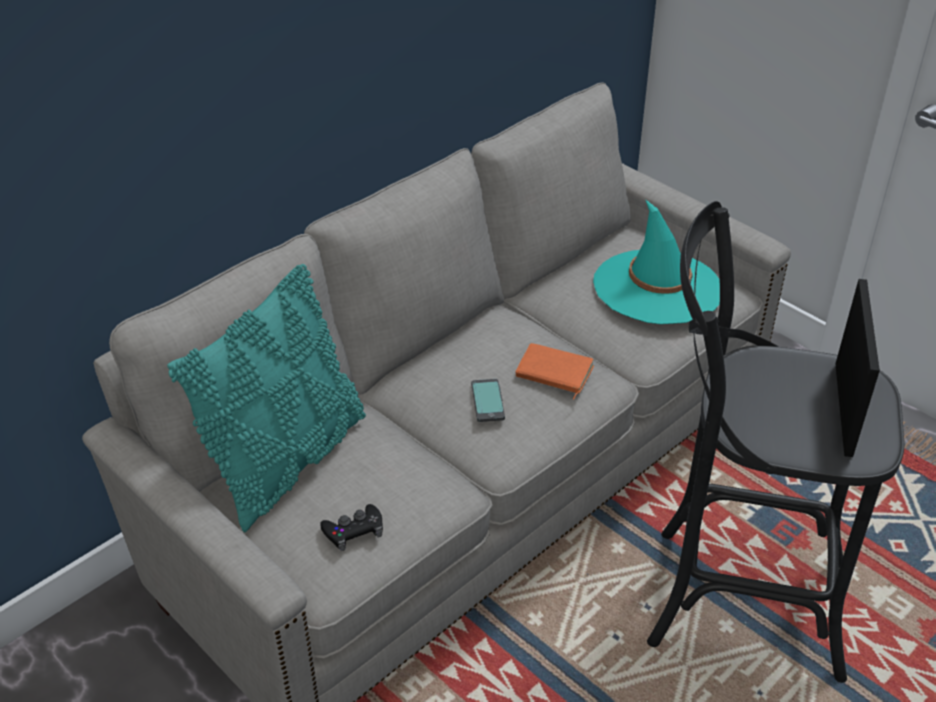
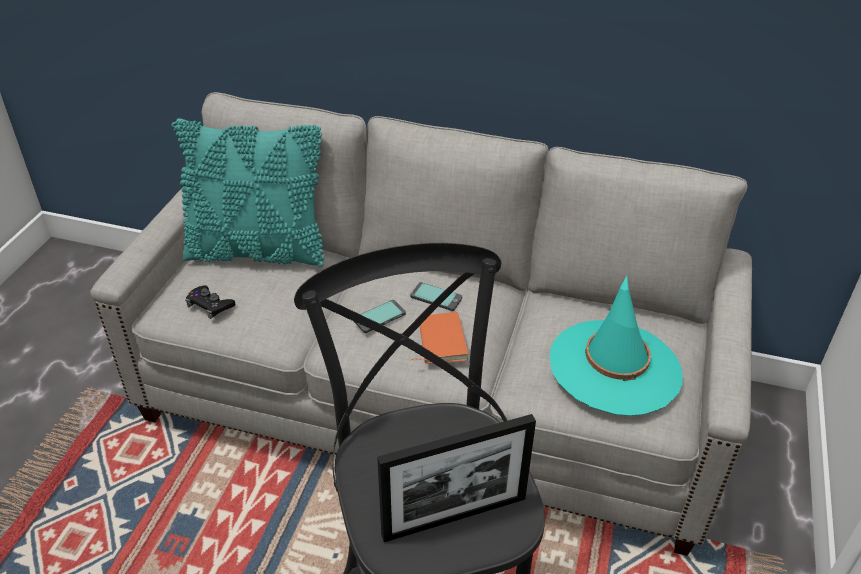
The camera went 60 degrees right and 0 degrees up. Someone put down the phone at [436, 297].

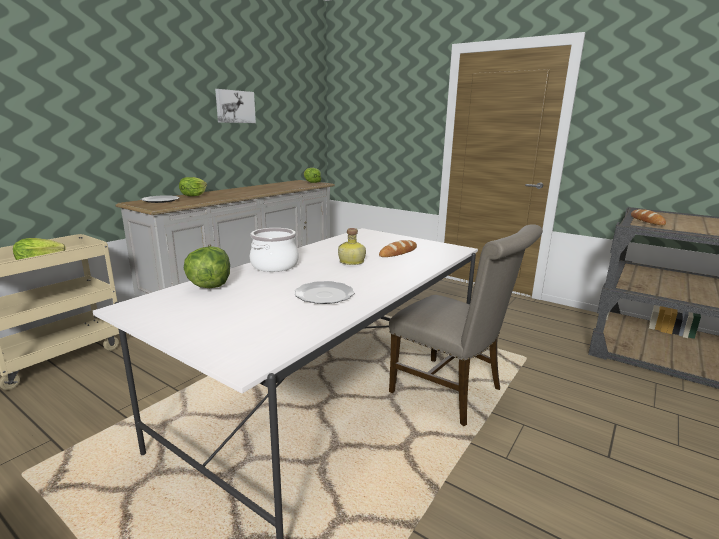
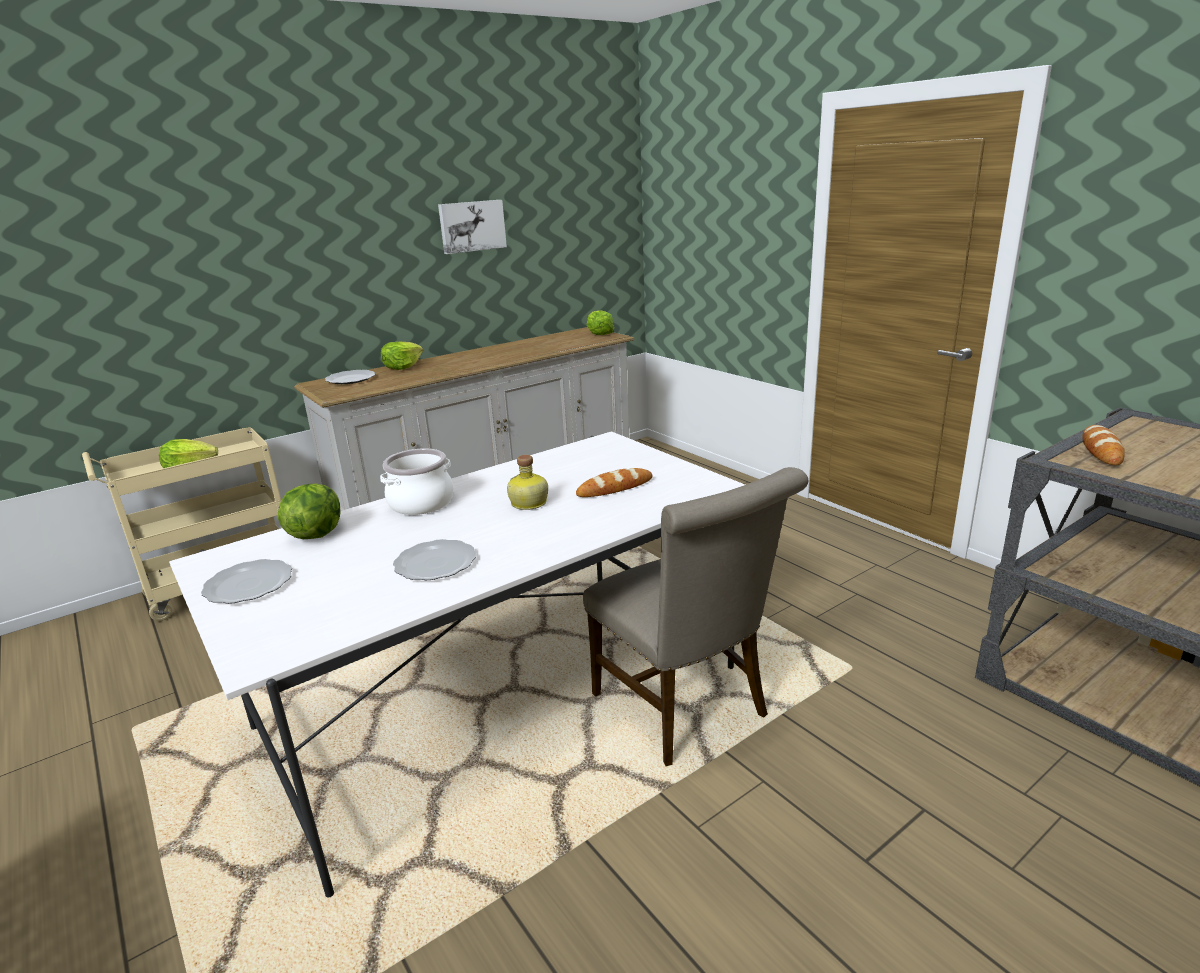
The camera went 20 degrees right and 5 degrees up. Someone put down the plate at [250, 584].

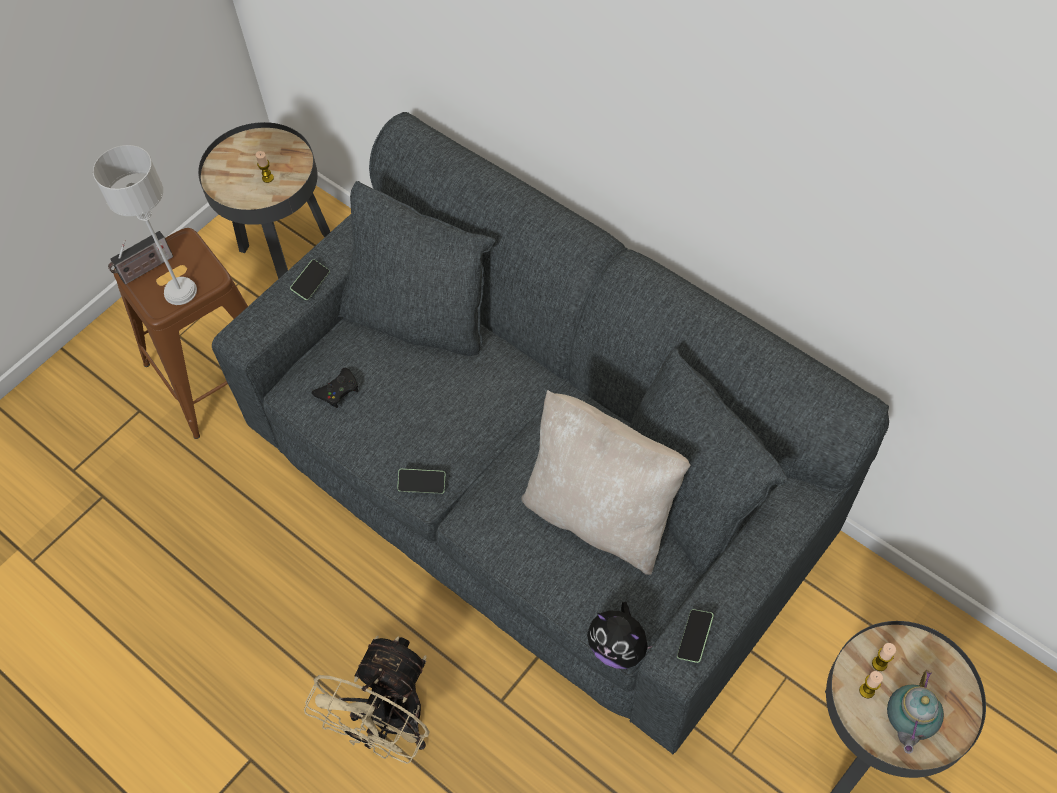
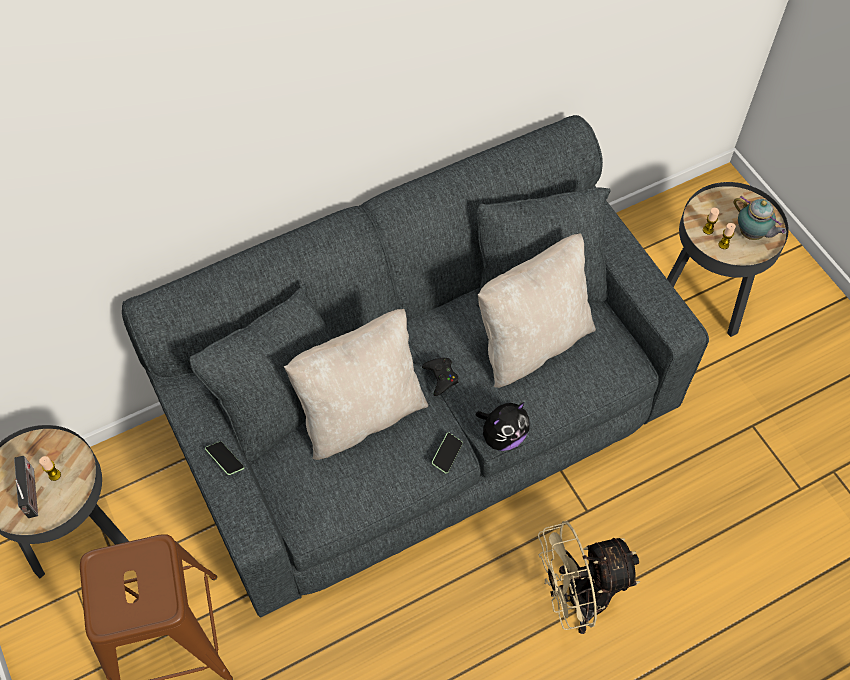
The camera went 70 degrees left and 0 degrees up. Someone carried the radio from [145, 269] to [32, 495]. Someone put down the beige pillow at [361, 413]. Someone carried the black game controller from [338, 390] to [441, 377]. Someone carried the plush toy from [618, 647] to [502, 436]. Someone rotated the beige fan at [390, 725] by 120 degrees clockwise. Someone took away the grey table lamp at [180, 292]. Someone took away the phone at [694, 638].

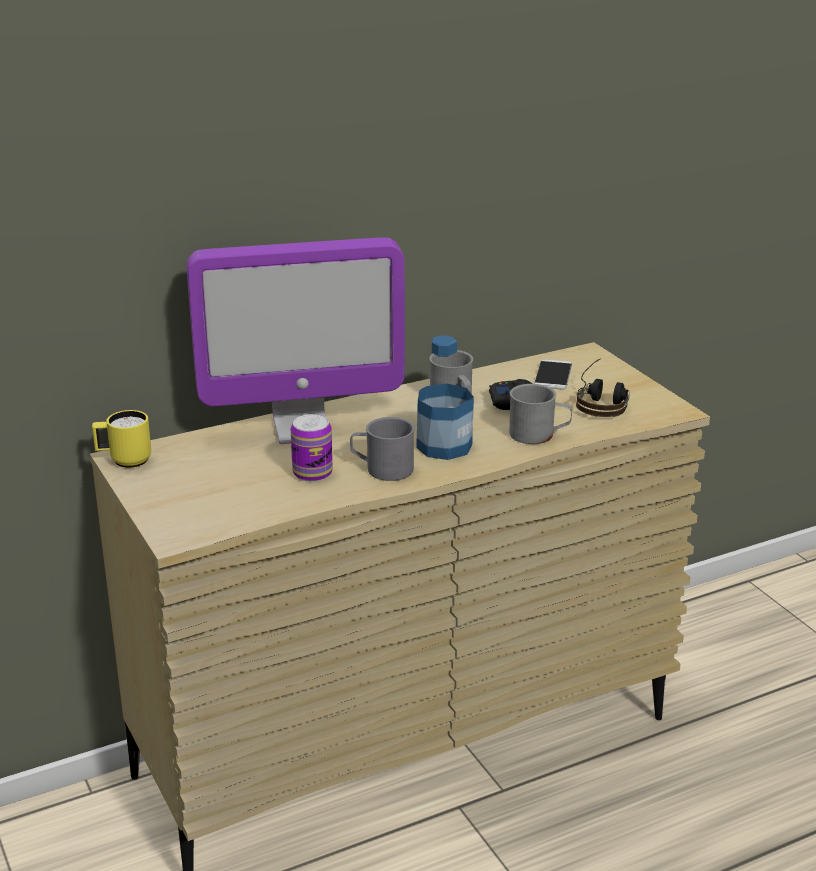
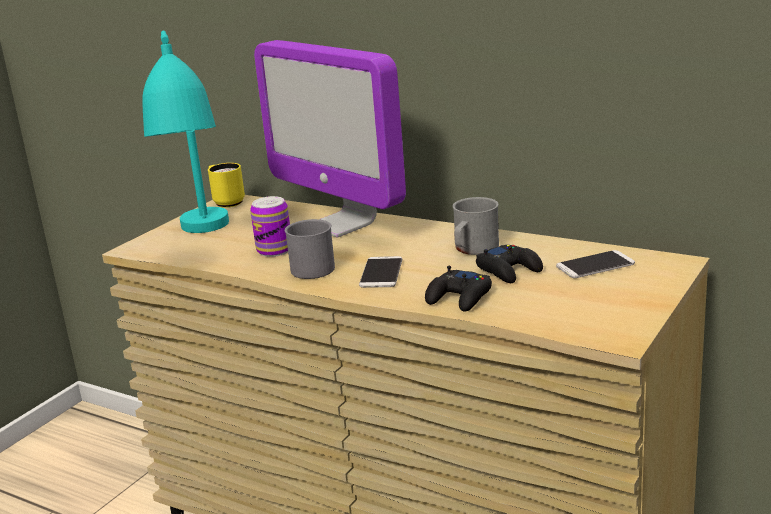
The camera went 60 degrees right and 5 degrees down. Someone put down the turquoise table lamp at [203, 243]. Someone swapped the bottle at [444, 446] for the phone at [381, 273]. Someone swapped the grey mug at [539, 434] for the black game controller at [459, 298]. Someone took away the headphones at [602, 401].

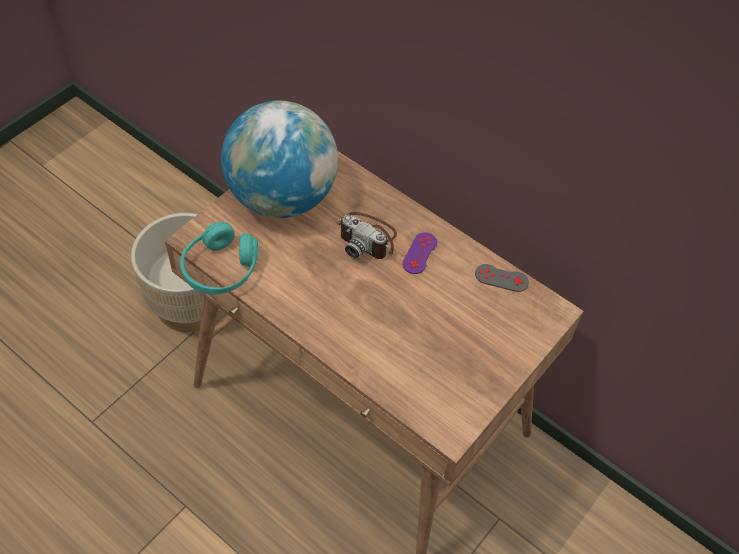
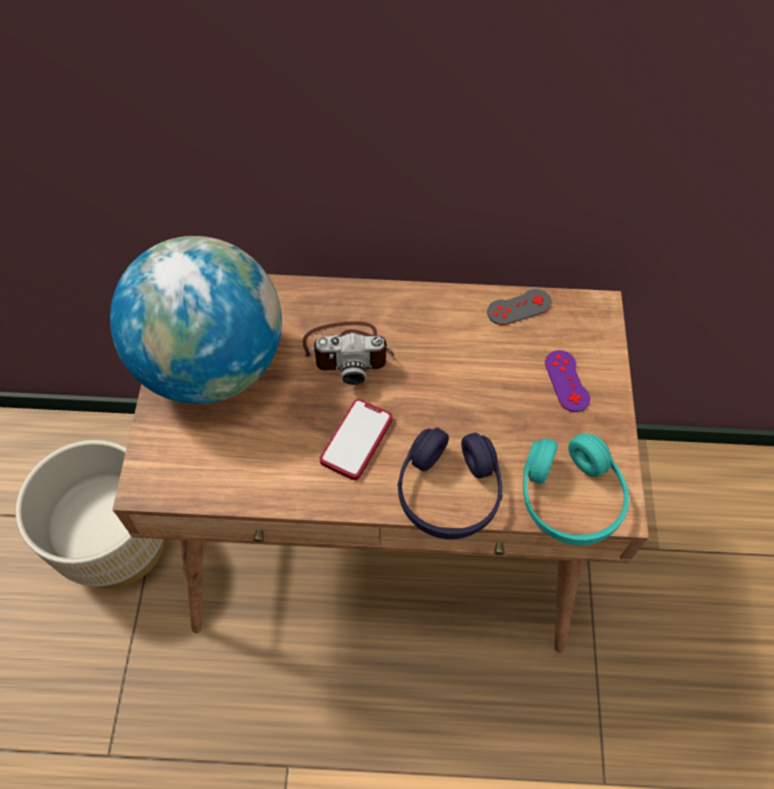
The camera went 35 degrees left and 5 degrees up. Someone put down the phone at [356, 440]. Someone put down the purple headphones at [448, 492]. Someone carried the turquoise headphones from [220, 269] to [569, 497]. Someone carried the purple game controller from [420, 253] to [567, 381].

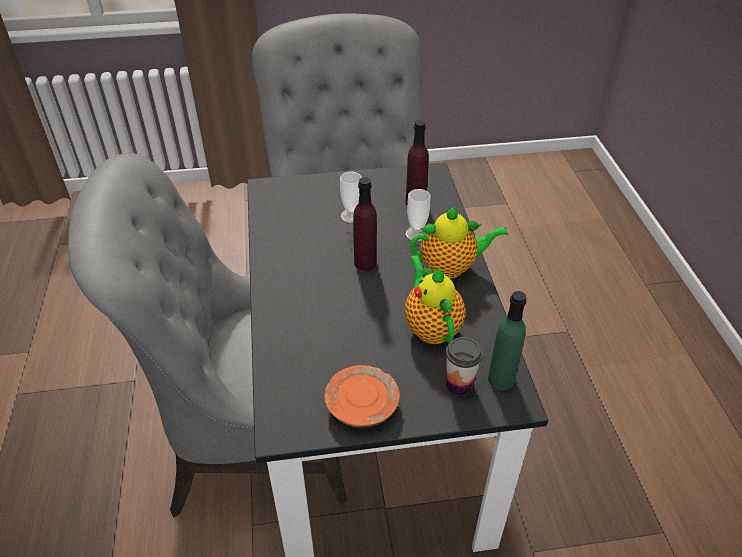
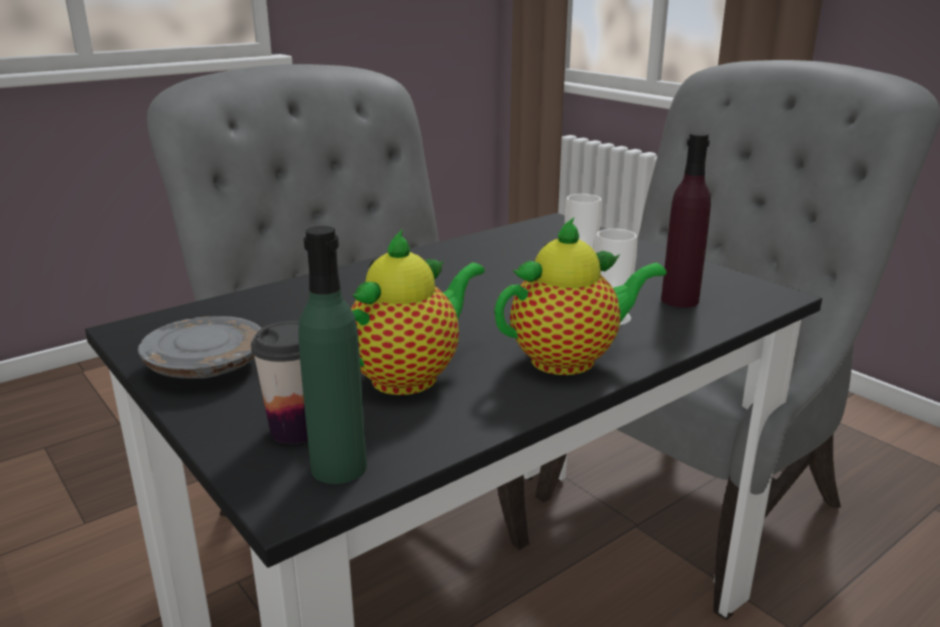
The camera went 60 degrees right and 20 degrees down. Someone repainted the orange plate at [361, 404], which became the grey plate at [206, 365]. Someone rotated the teapot at [451, 267] by 75 degrees counterclockwise. Someone took away the purple bottle at [365, 263].

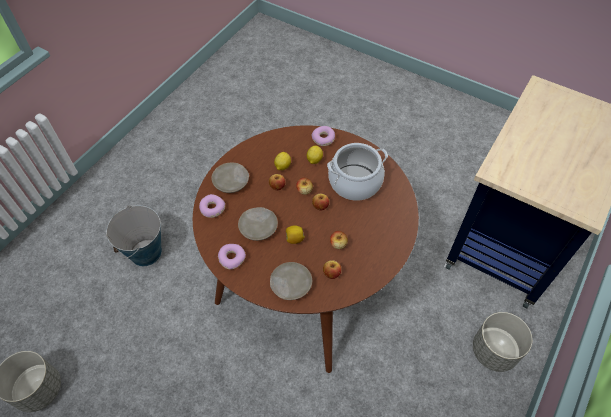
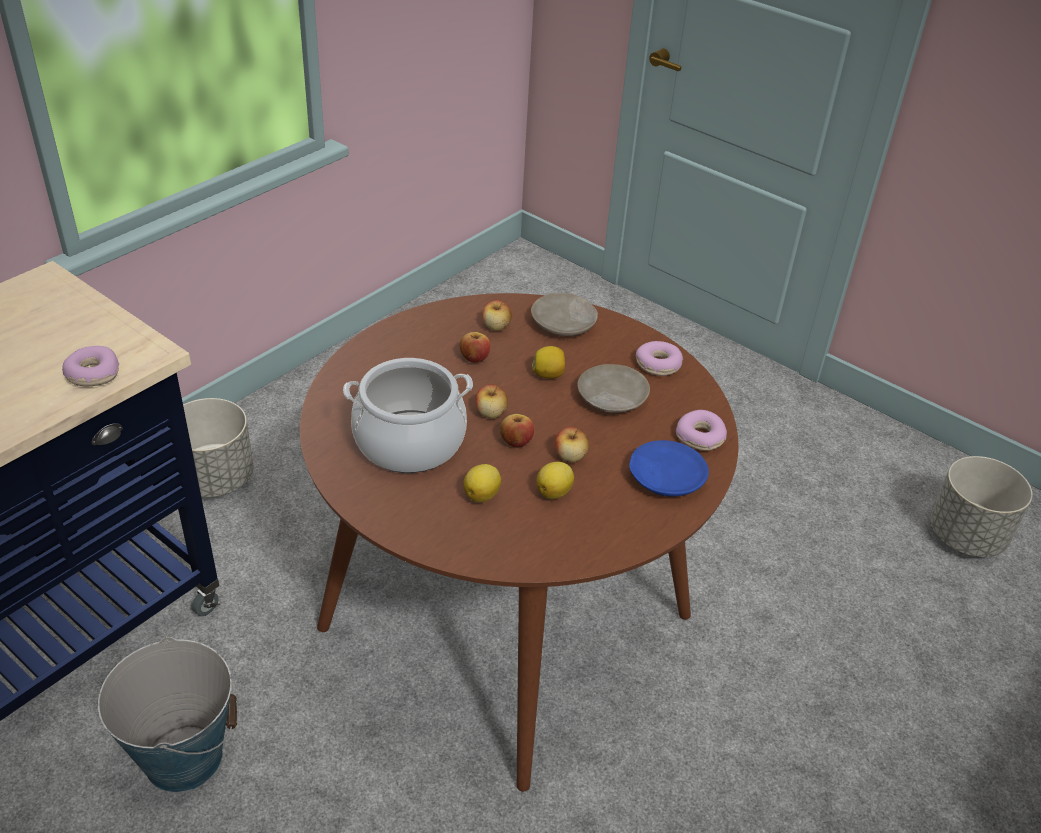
The camera went 175 degrees left and 15 degrees down. Someone carried the donut from [323, 139] to [92, 374]. Someone carried the bucket from [146, 252] to [184, 757]. Someone repainted the beige plate at [231, 182], which became the blue plate at [665, 478].

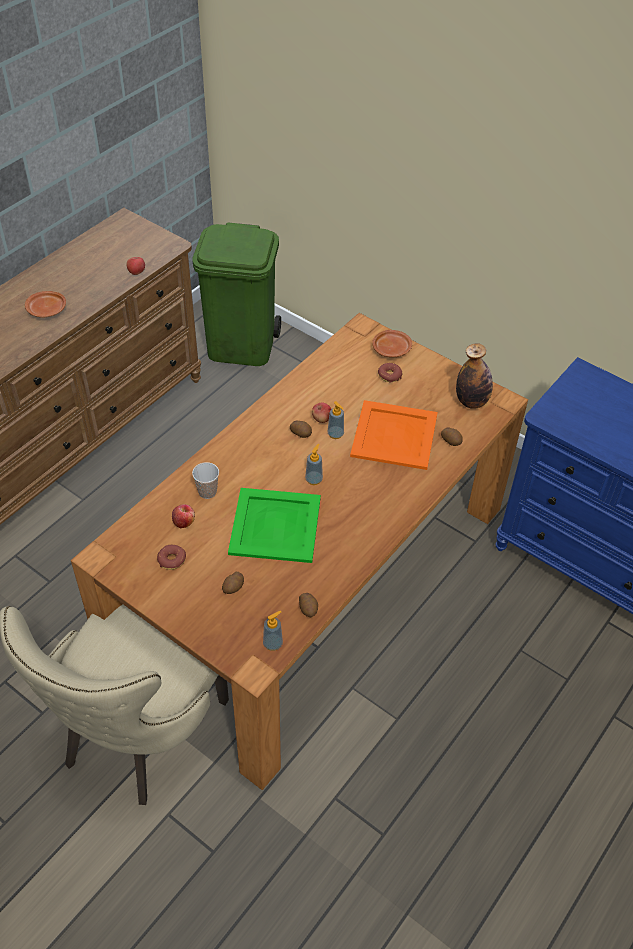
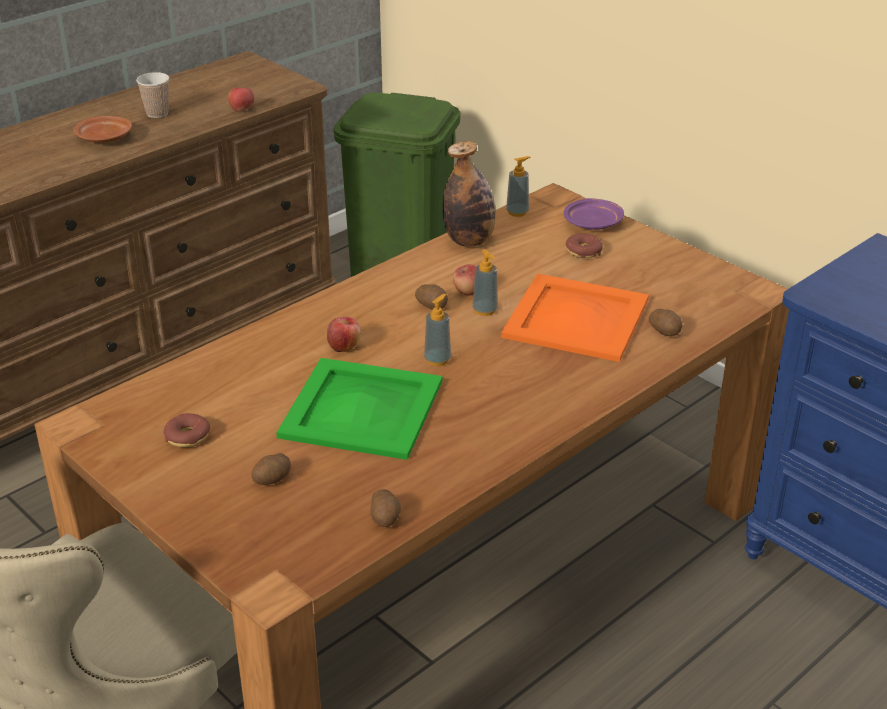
The camera went 10 degrees right and 15 degrees down. Someone carried the cup from [207, 492] to [157, 113]. Someone carried the apple from [184, 522] to [344, 346]. Someone carried the bottle from [471, 401] to [469, 241]. Someone carried the soap dispenser from [273, 643] to [517, 212]. Someone repainted the brown plate at [391, 349], which became the purple plate at [593, 223].

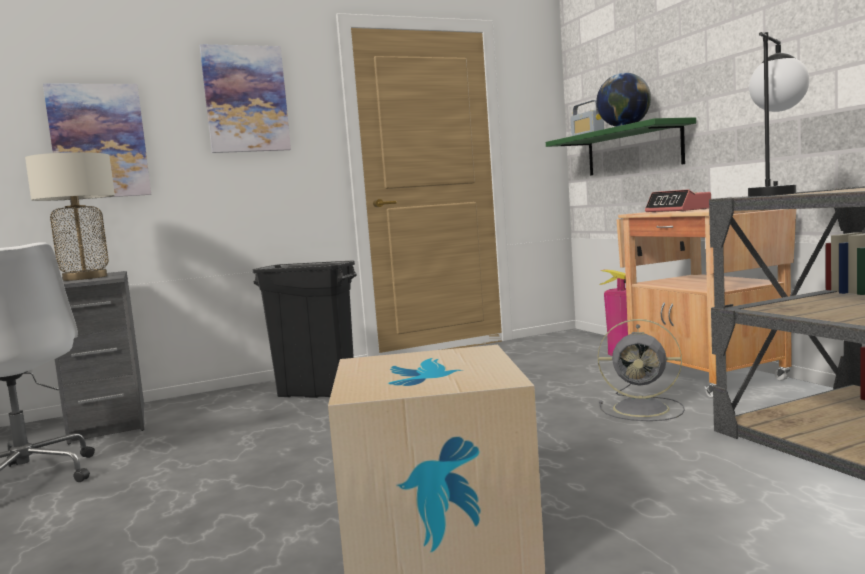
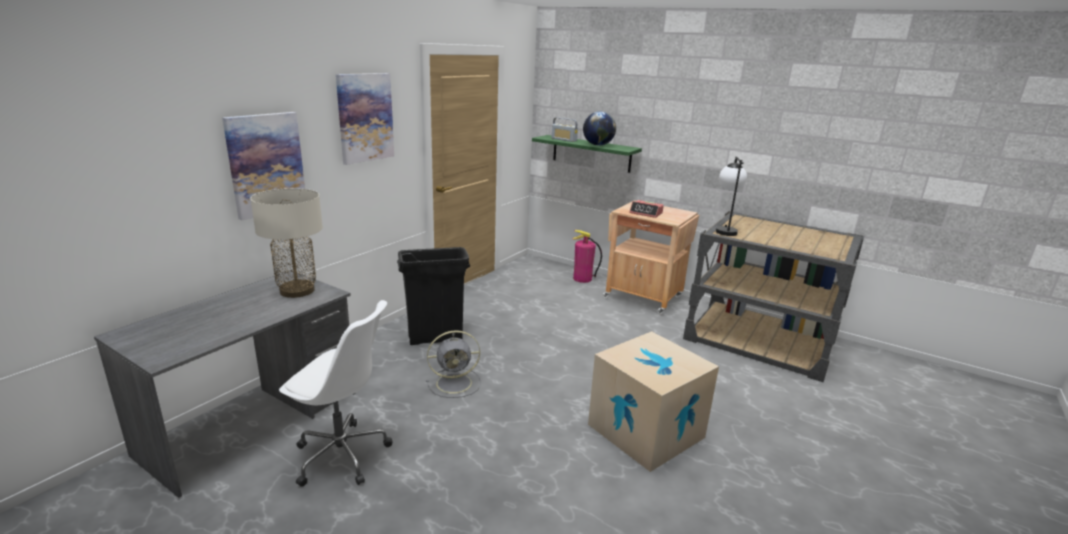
The camera went 35 degrees left and 15 degrees up. Someone carried the grey fan from [643, 408] to [455, 383].

